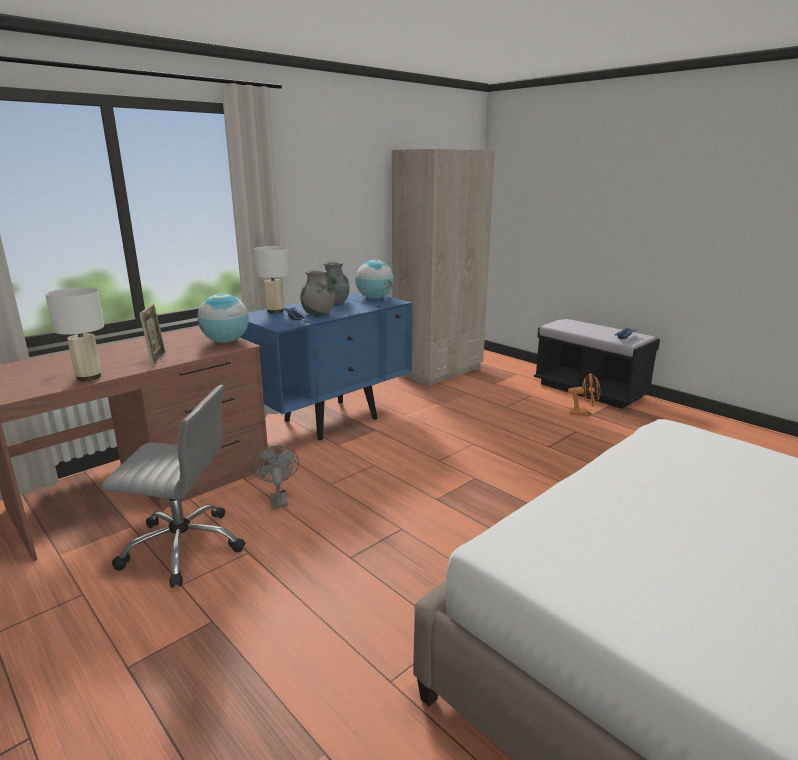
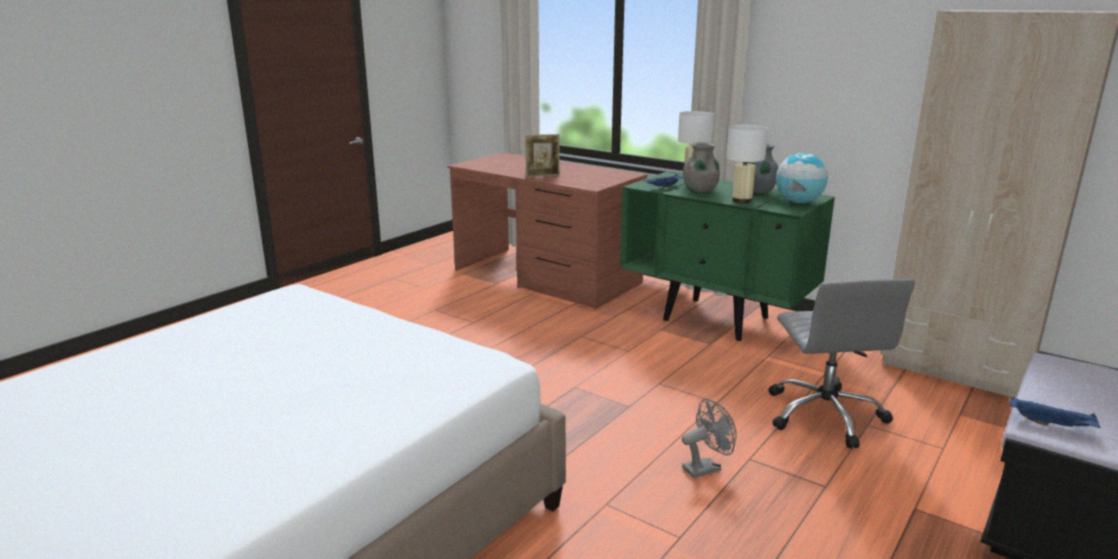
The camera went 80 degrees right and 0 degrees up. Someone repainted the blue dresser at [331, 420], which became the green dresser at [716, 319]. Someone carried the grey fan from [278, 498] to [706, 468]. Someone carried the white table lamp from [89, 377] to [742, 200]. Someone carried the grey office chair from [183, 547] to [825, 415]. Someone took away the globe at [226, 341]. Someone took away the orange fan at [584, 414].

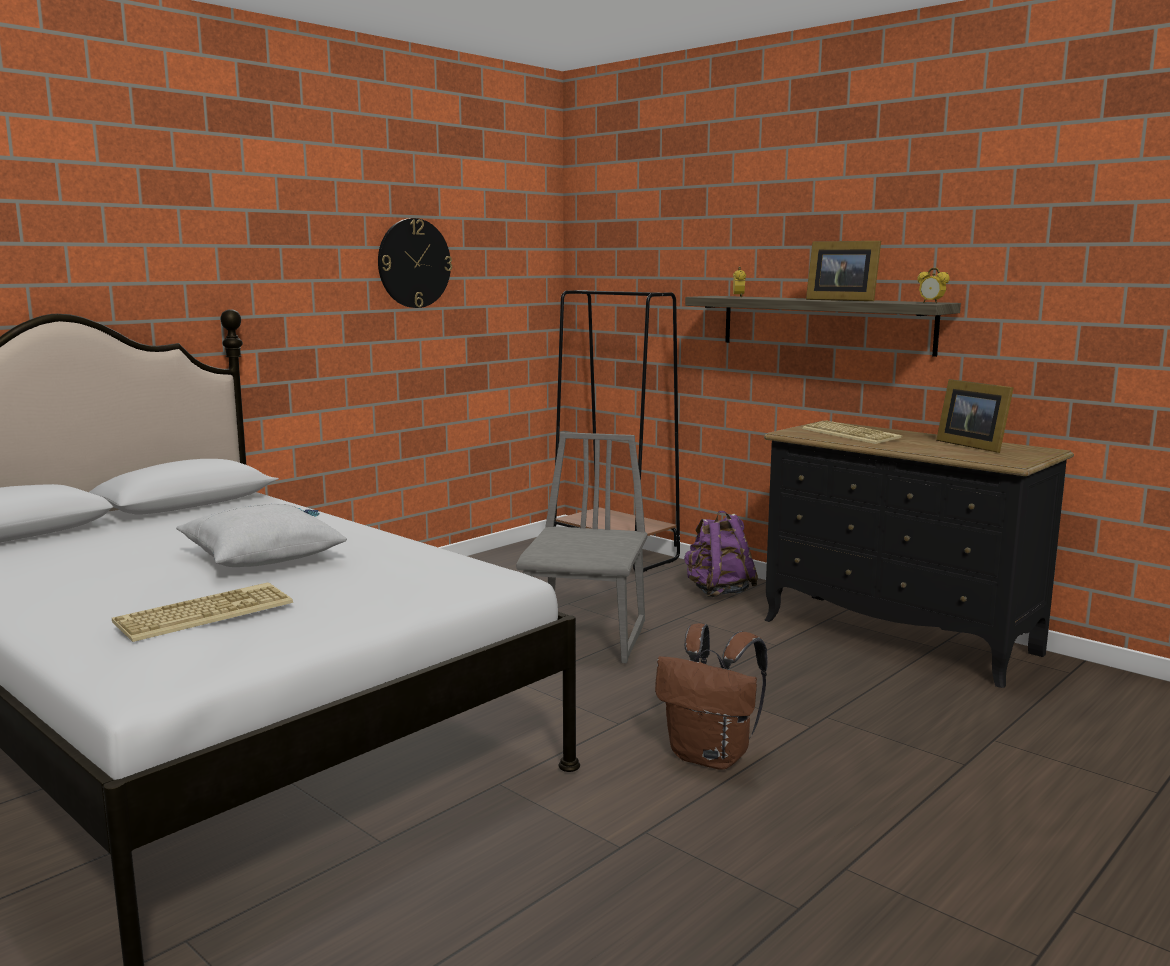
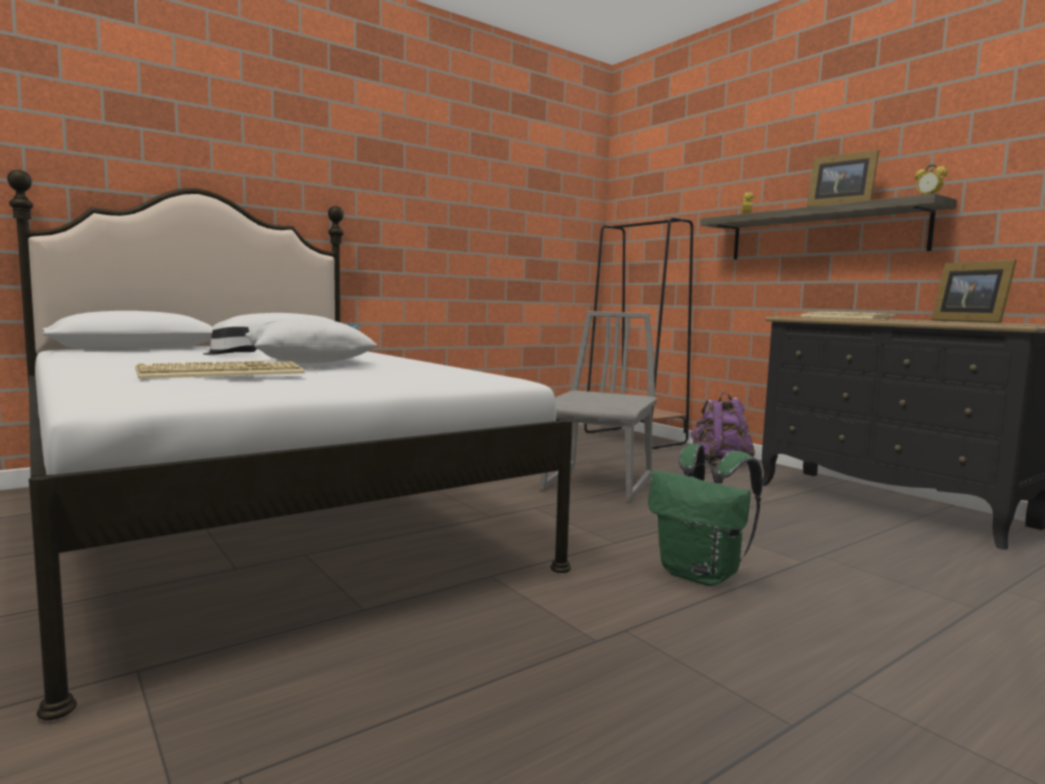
The camera went 10 degrees right and 5 degrees down. Someone put down the black hat at [230, 354]. Someone repainted the brown backpack at [711, 756], which became the green backpack at [701, 575]. Someone took away the wall clock at [414, 263].

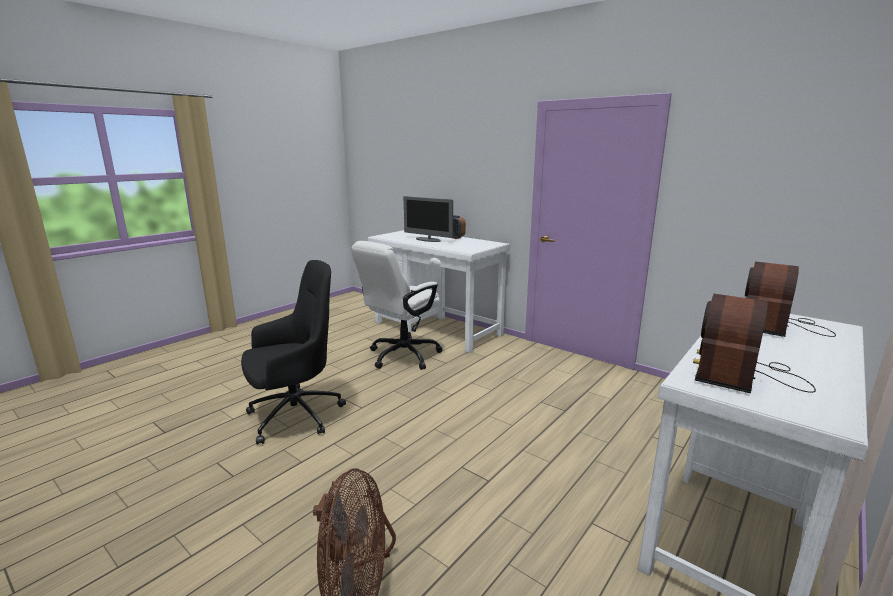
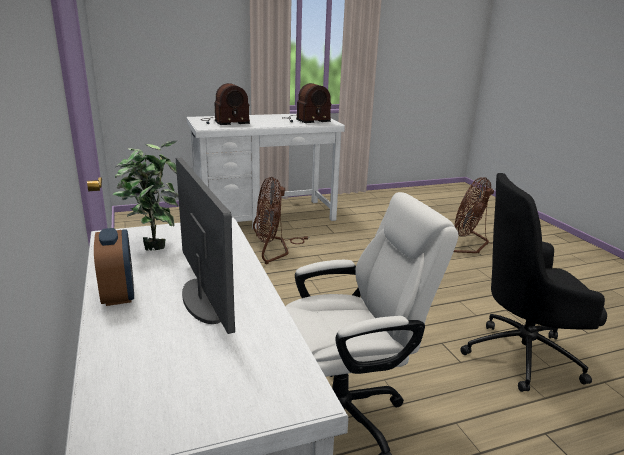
The camera went 150 degrees left and 5 degrees up. Someone put down the potted plant at [154, 245]. Someone put down the brown fan at [274, 247].

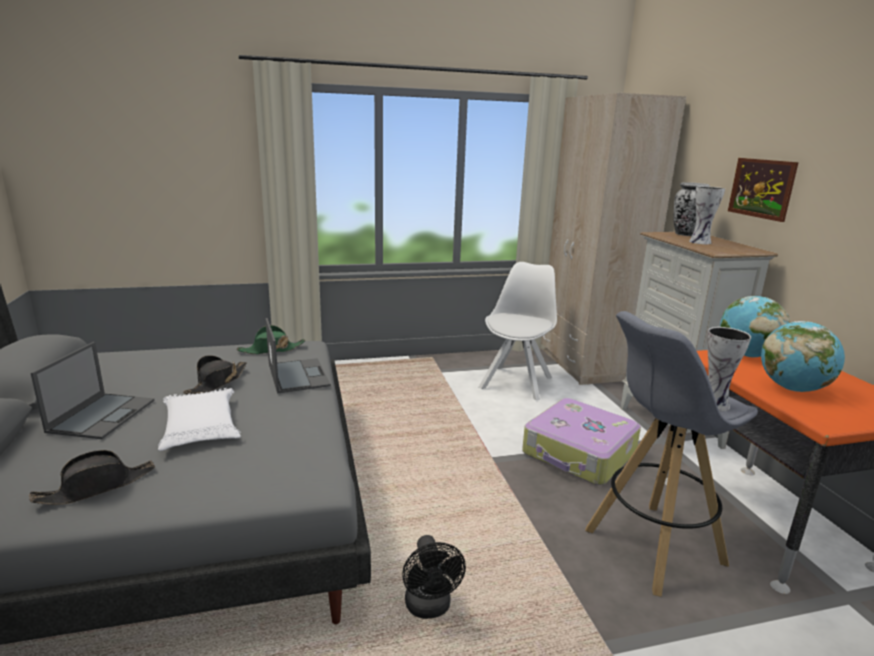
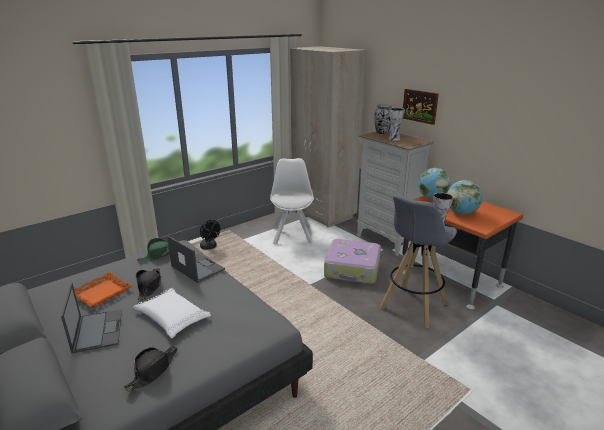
The camera went 25 degrees left and 5 degrees up. Someone put down the orange tray at [102, 293]. Someone carried the black fan from [429, 608] to [210, 247].

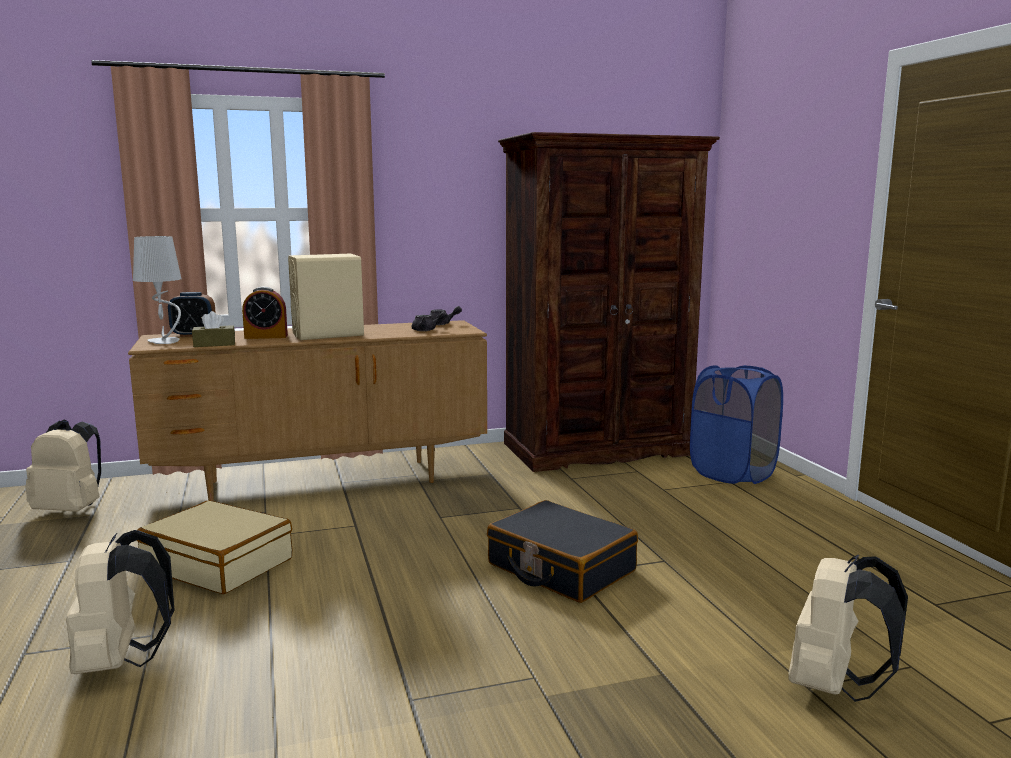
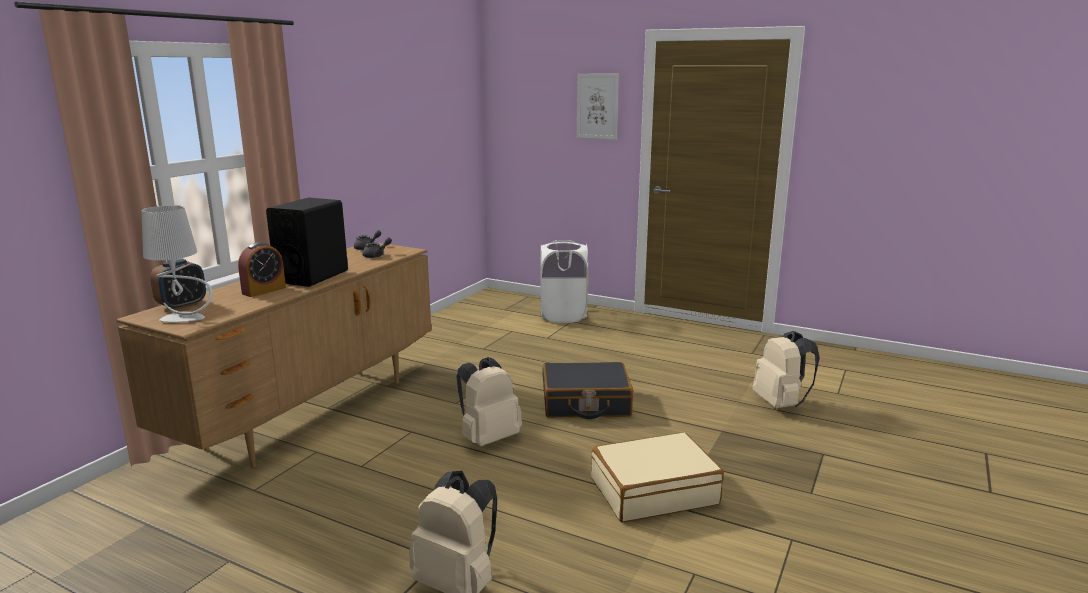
The camera went 45 degrees left and 5 degrees up. Someone repainted the beige speaker at [328, 334], which became the black speaker at [312, 276]. Someone carried the beige backpack from [71, 510] to [488, 438]. Someone repainted the blue laundry basket at [733, 473], which became the white laundry basket at [563, 316]. Someone put up the picture at [597, 106]. Someone carried the beige suitcase from [218, 564] to [653, 491]. Someone took away the brown tissue box at [214, 344]. Someone took away the brown wardrobe at [597, 449].

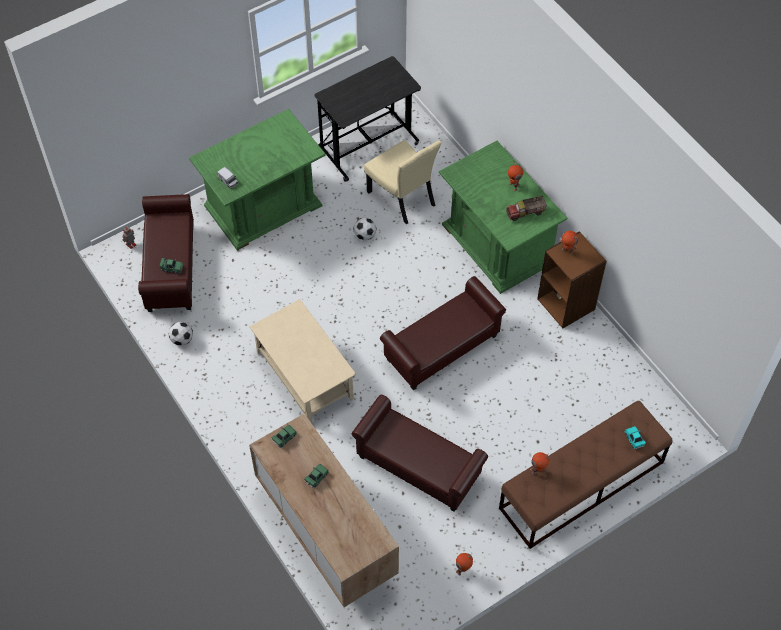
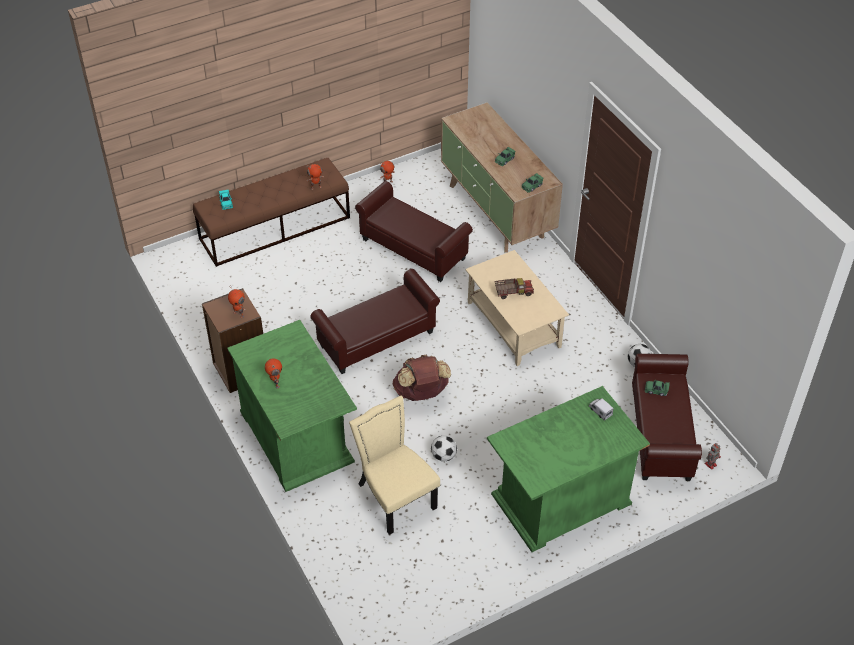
The camera went 175 degrees left and 10 degrees down. Someone put down the brown backpack at [421, 393]. Someone carried the toy truck from [526, 213] to [513, 292]. Someone took away the black desk at [369, 147].

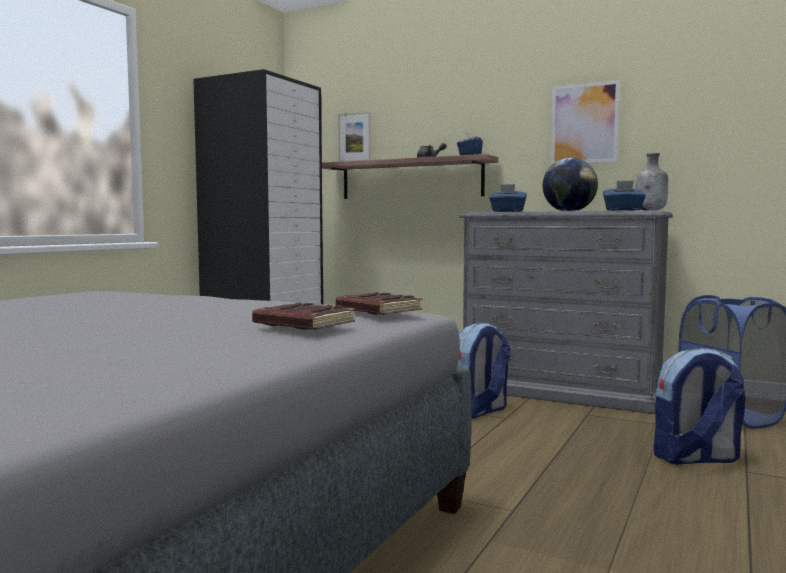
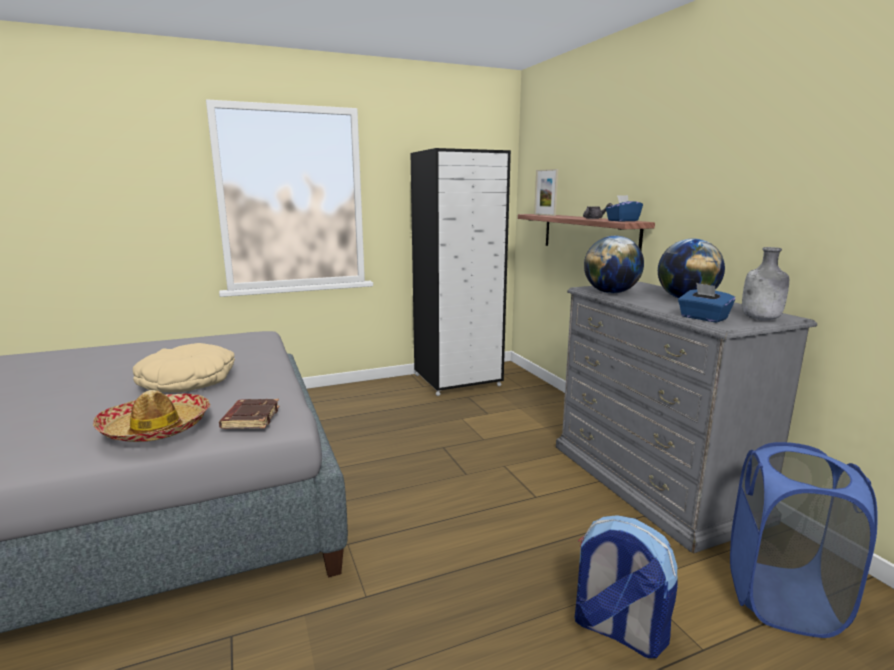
The camera went 40 degrees right and 10 degrees up. Someone swapped the brown book at [302, 324] for the hat at [156, 428]. Someone put down the beige pillow at [186, 382]. Someone swapped the blue tissue box at [507, 211] for the globe at [611, 292]. Someone took away the backpack at [479, 412]. Someone took away the picture at [584, 123].

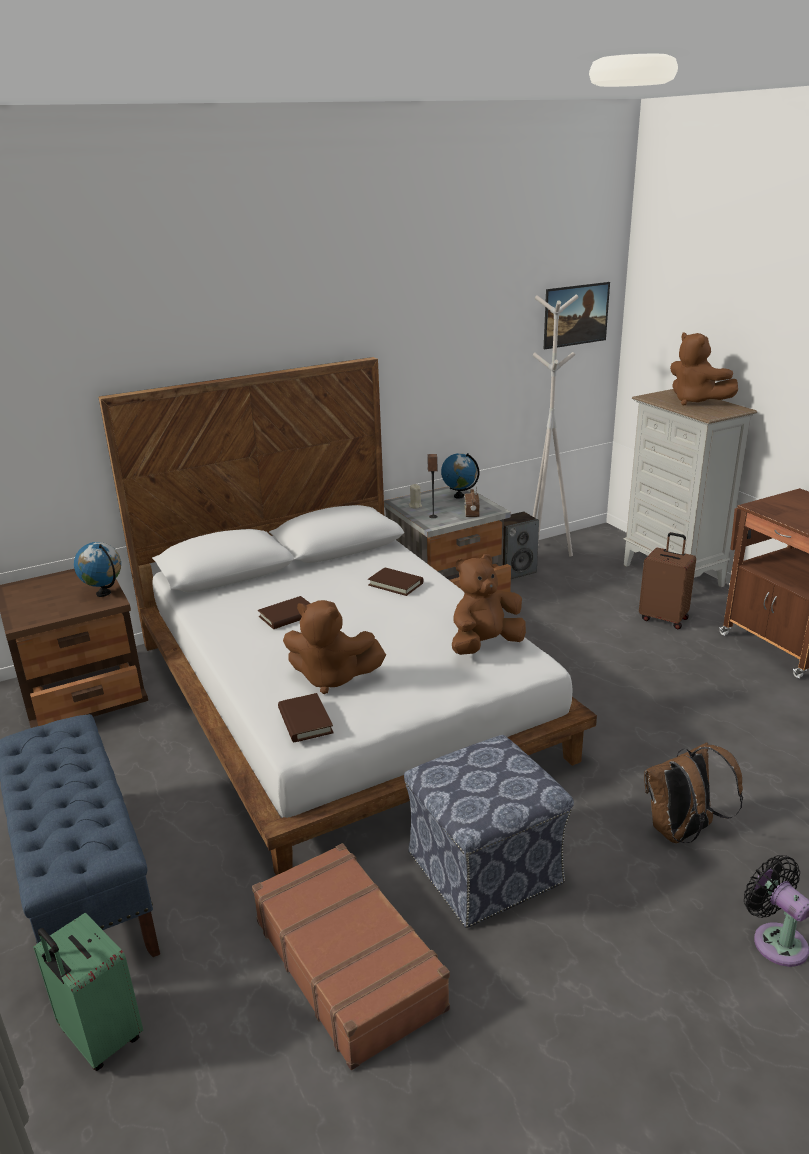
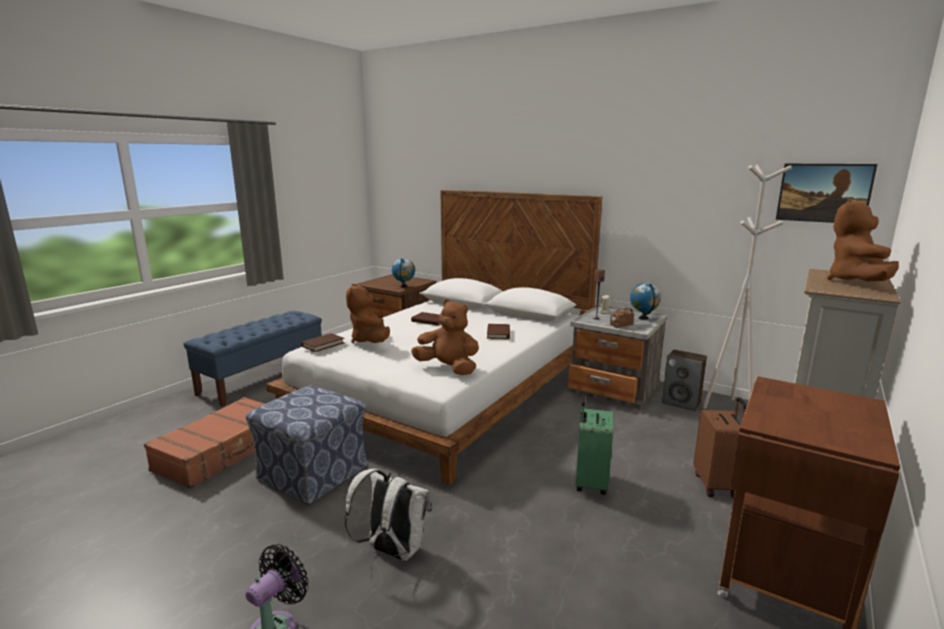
The camera went 60 degrees right and 10 degrees down. Someone repainted the brown backpack at [682, 832], which became the white backpack at [392, 551]. Someone carried the green suitcase from [99, 1037] to [590, 483].

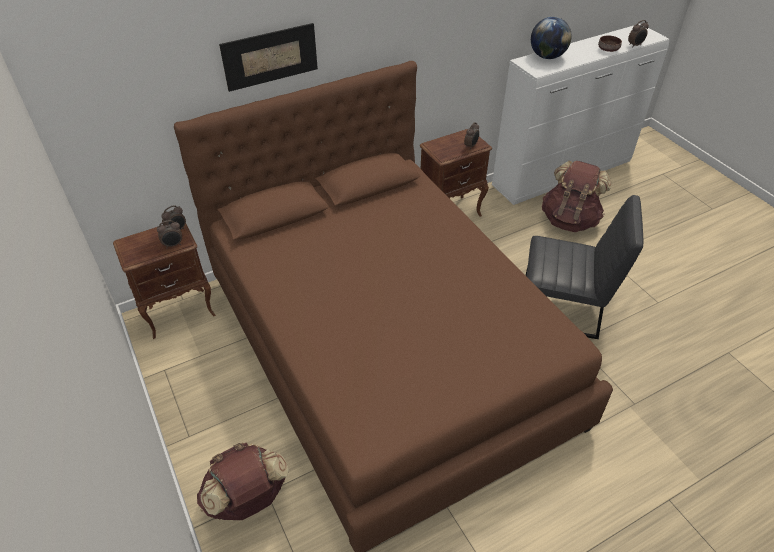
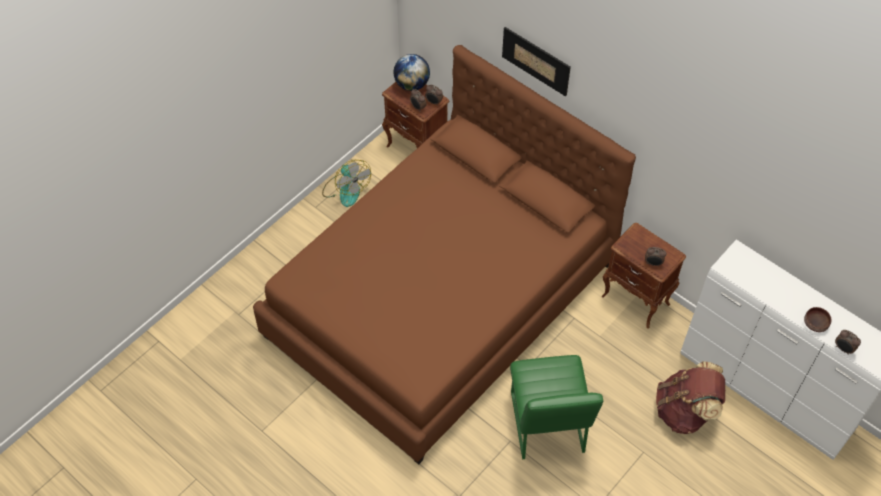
The camera went 70 degrees right and 10 degrees up. Someone put down the fan at [346, 190]. Someone carried the globe from [547, 57] to [412, 85]. Someone repainted the grey chair at [562, 309], which became the green chair at [547, 424]. Someone took away the brown backpack at [248, 498].

